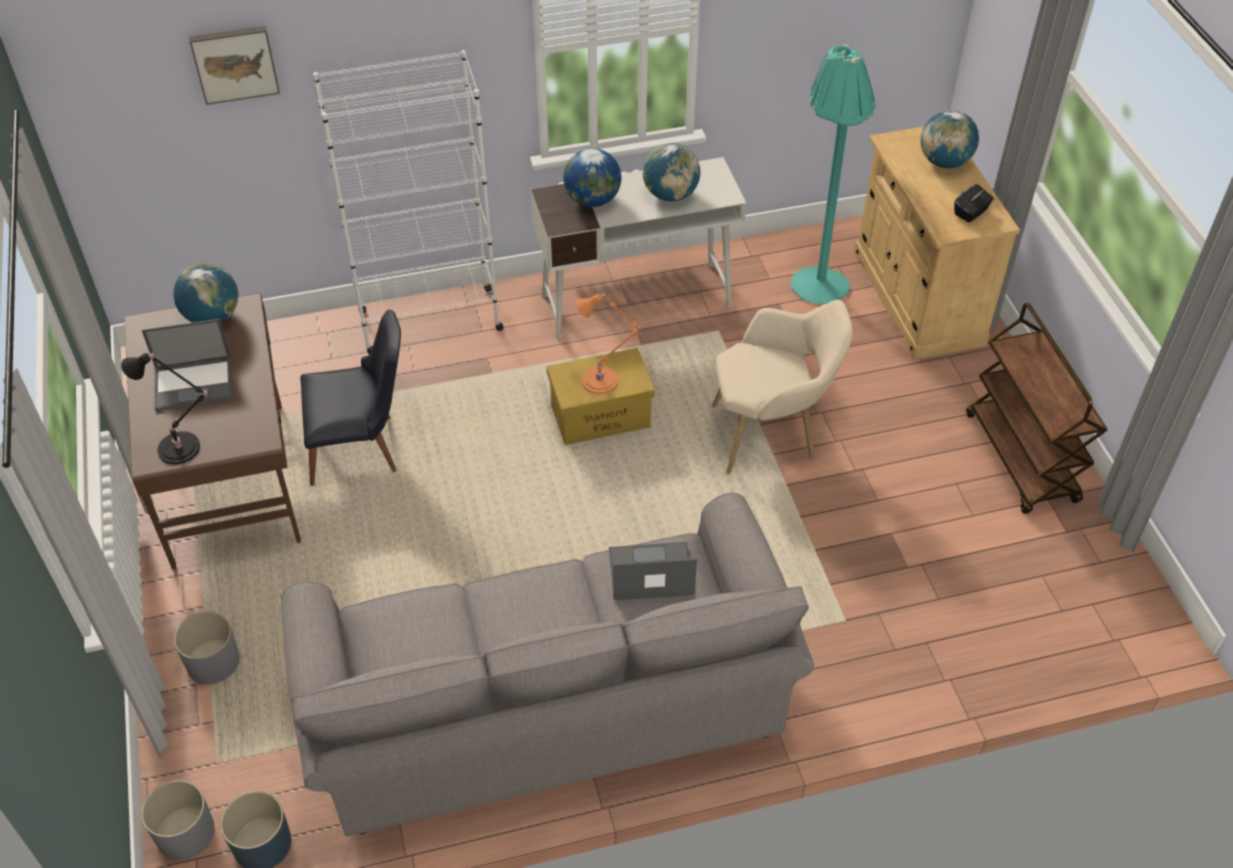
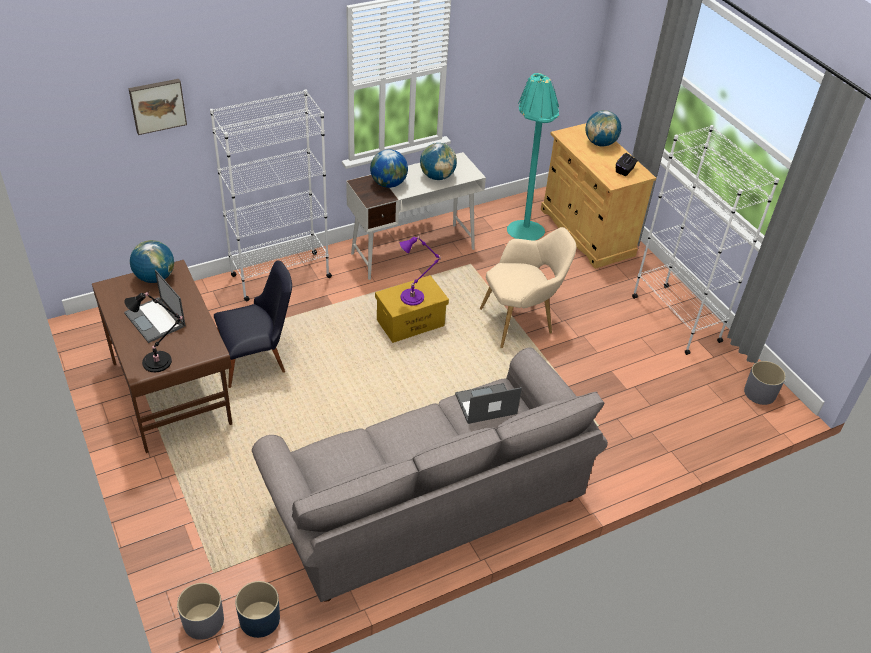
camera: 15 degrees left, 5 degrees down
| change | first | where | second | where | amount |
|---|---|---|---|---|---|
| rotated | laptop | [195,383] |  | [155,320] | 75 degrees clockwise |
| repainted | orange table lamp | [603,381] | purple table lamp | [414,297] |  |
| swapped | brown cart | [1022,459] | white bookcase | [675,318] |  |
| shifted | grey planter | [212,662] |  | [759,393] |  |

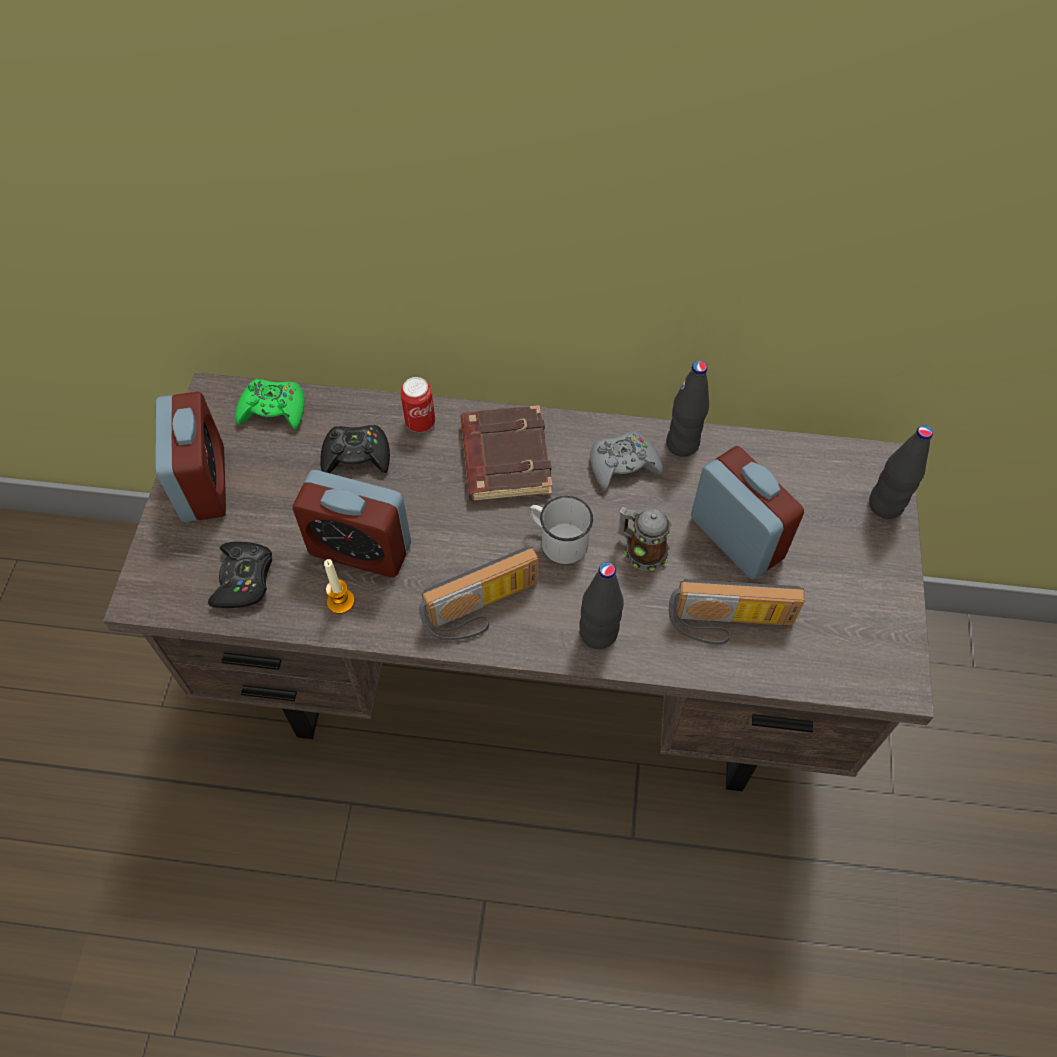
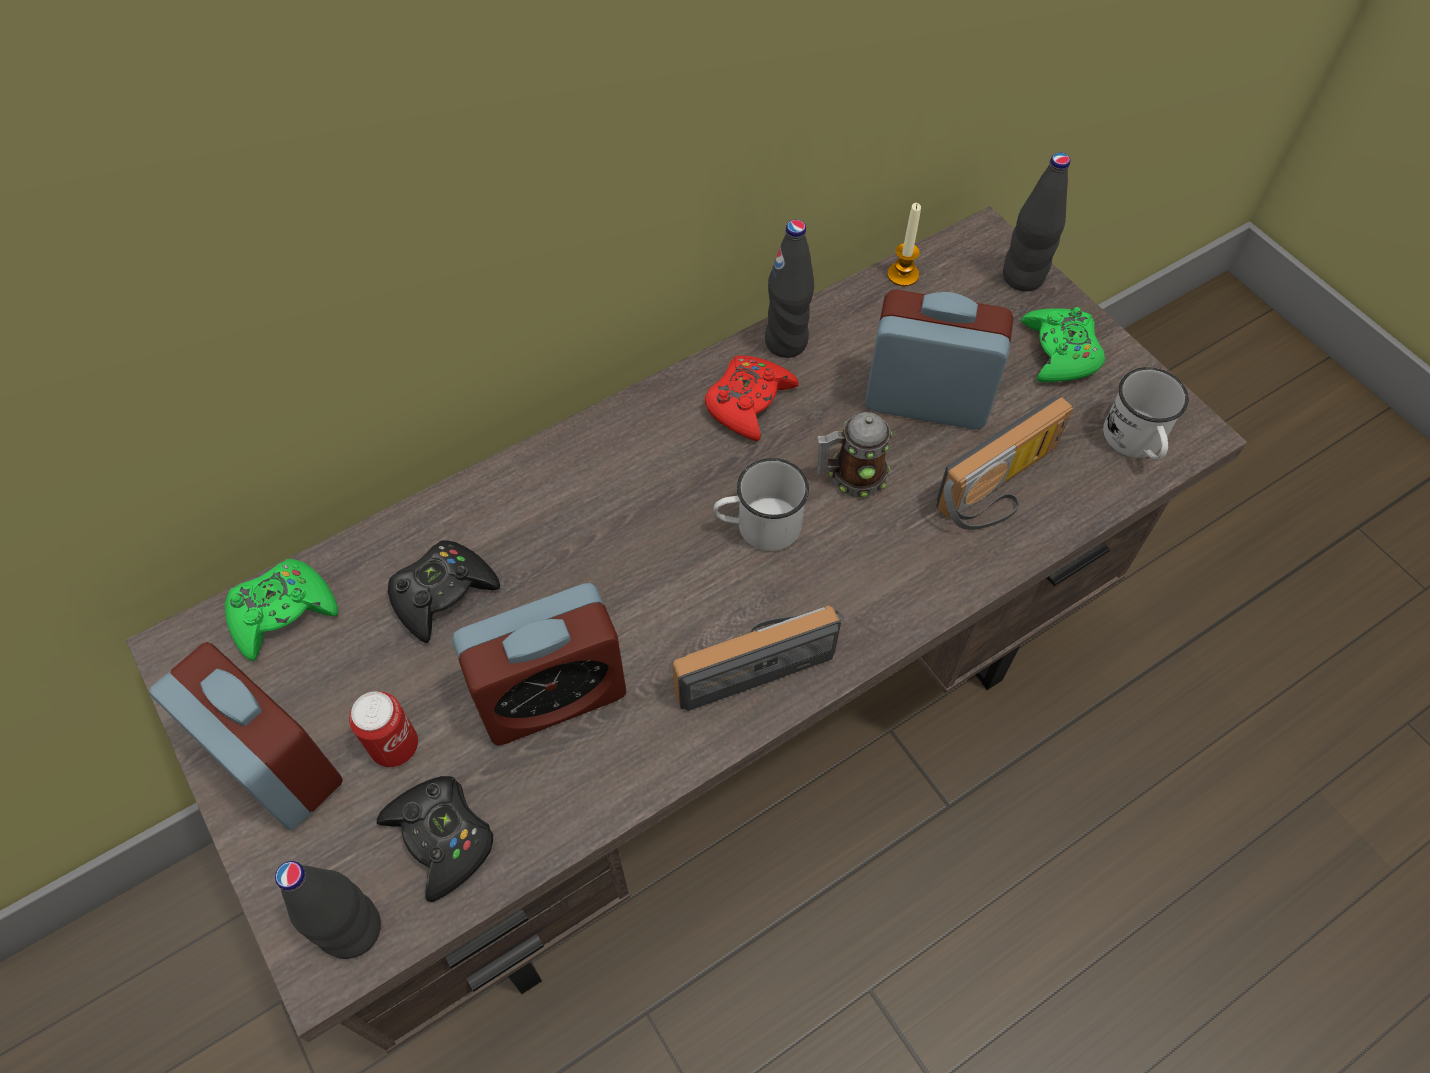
camera: 40 degrees left, 0 degrees up
| change | first | where | second | where | amount |
|---|---|---|---|---|---|
| shifted | black bottle | [598,633] |  | [353,930] |  |
| shifted | can | [420,423] |  | [395,746] |  |
| rotated | radio | [483,611] |  | [754,658] | 135 degrees counterclockwise |
| repainted | grey game controller | [623,465] | red game controller | [748,402] |  |
| shifted | candle | [340,601] |  | [903,275] |  |
| new |  |  | green game controller | [1060,352] |  |
| new |  |  | white mug | [1136,443] |  |
| gone | brown book | [503,458] |  |  |  |

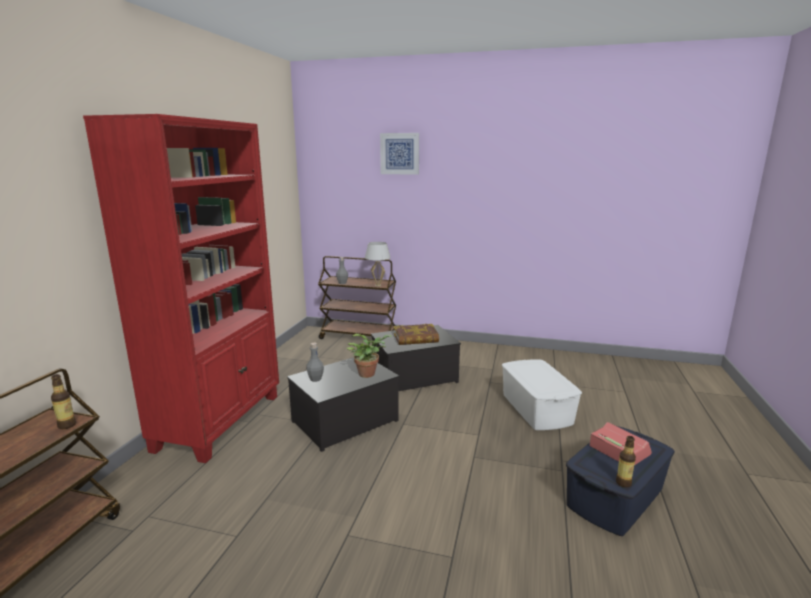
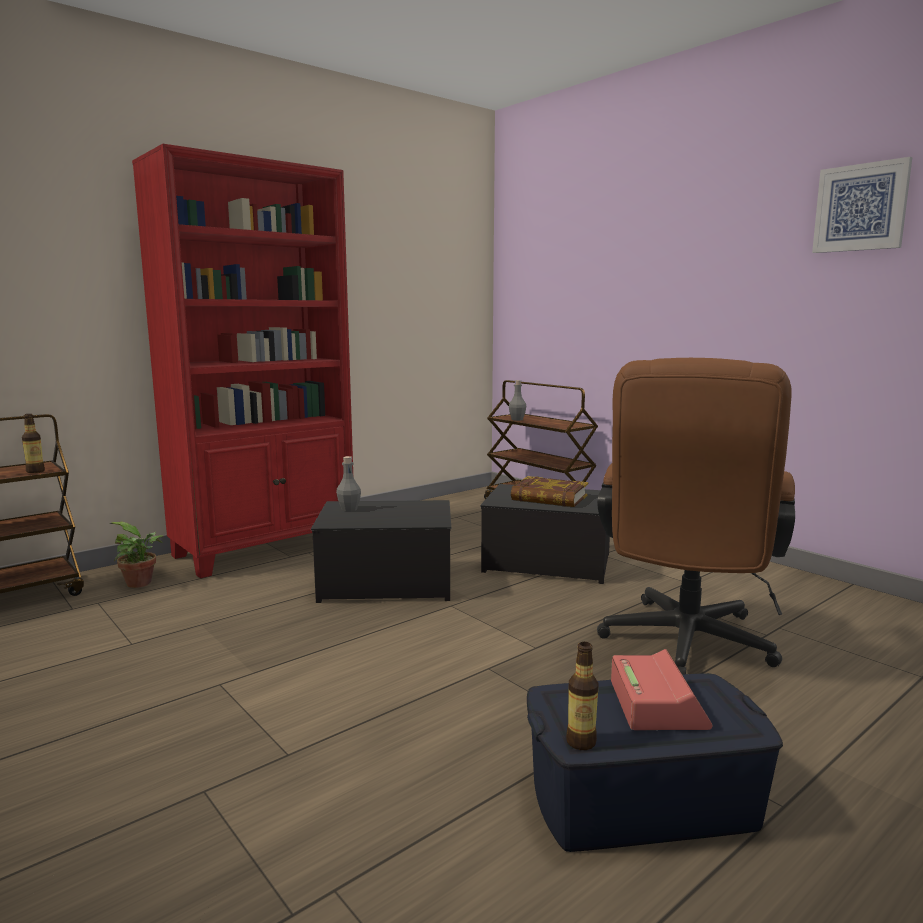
camera: 35 degrees right, 5 degrees down
| change | first | where | second | where | amount |
|---|---|---|---|---|---|
| shifted | potted plant | [369,373] |  | [142,583] |  |
| swapped | white storage box | [536,409] | brown office chair | [684,647] |  |
| shifted | picture | [400,153] |  | [860,207] |  |
| gone | white table lamp | [378,285] |  |  |  |

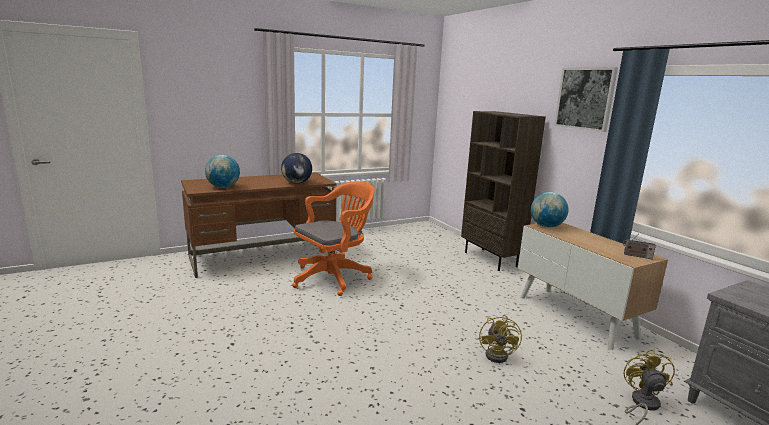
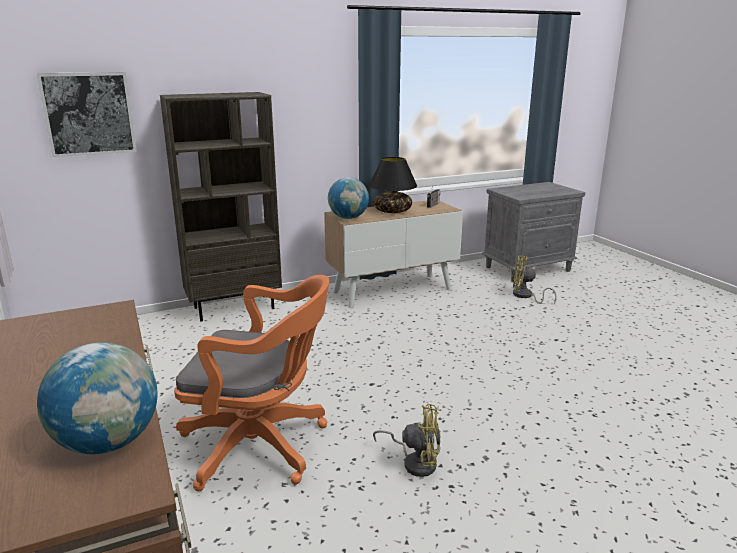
camera: 85 degrees left, 5 degrees up
| change | first | where | second | where | amount |
|---|---|---|---|---|---|
| shifted | picture | [585,98] |  | [89,114] |  |
| rotated | orange office chair | [334,277] |  | [261,446] | 135 degrees clockwise |
| new |  |  | black table lamp | [392,211] |  |
| shifted | yellow fan | [500,355] |  | [415,462] |  |
| gone | globe | [297,183] |  |  |  |

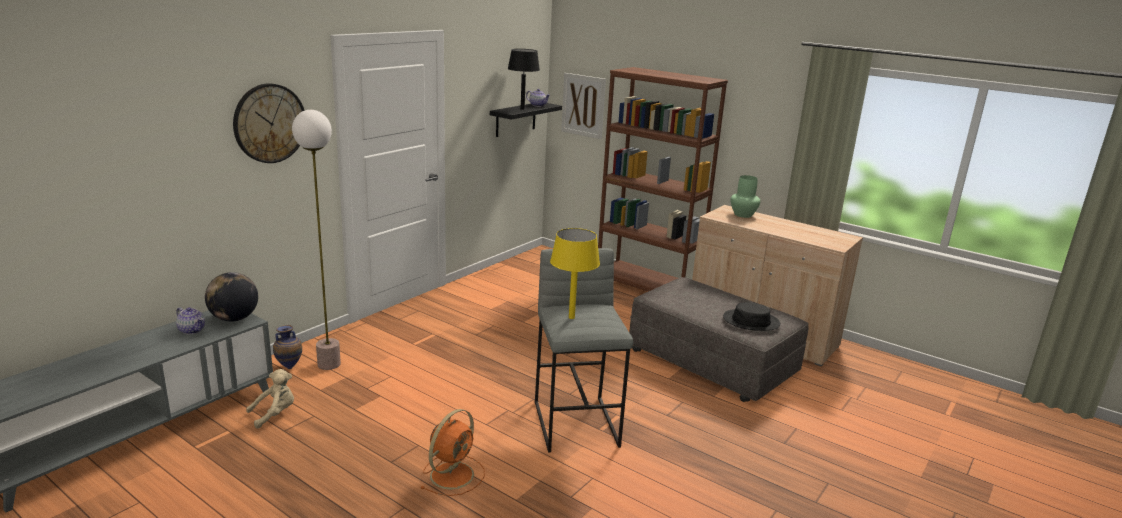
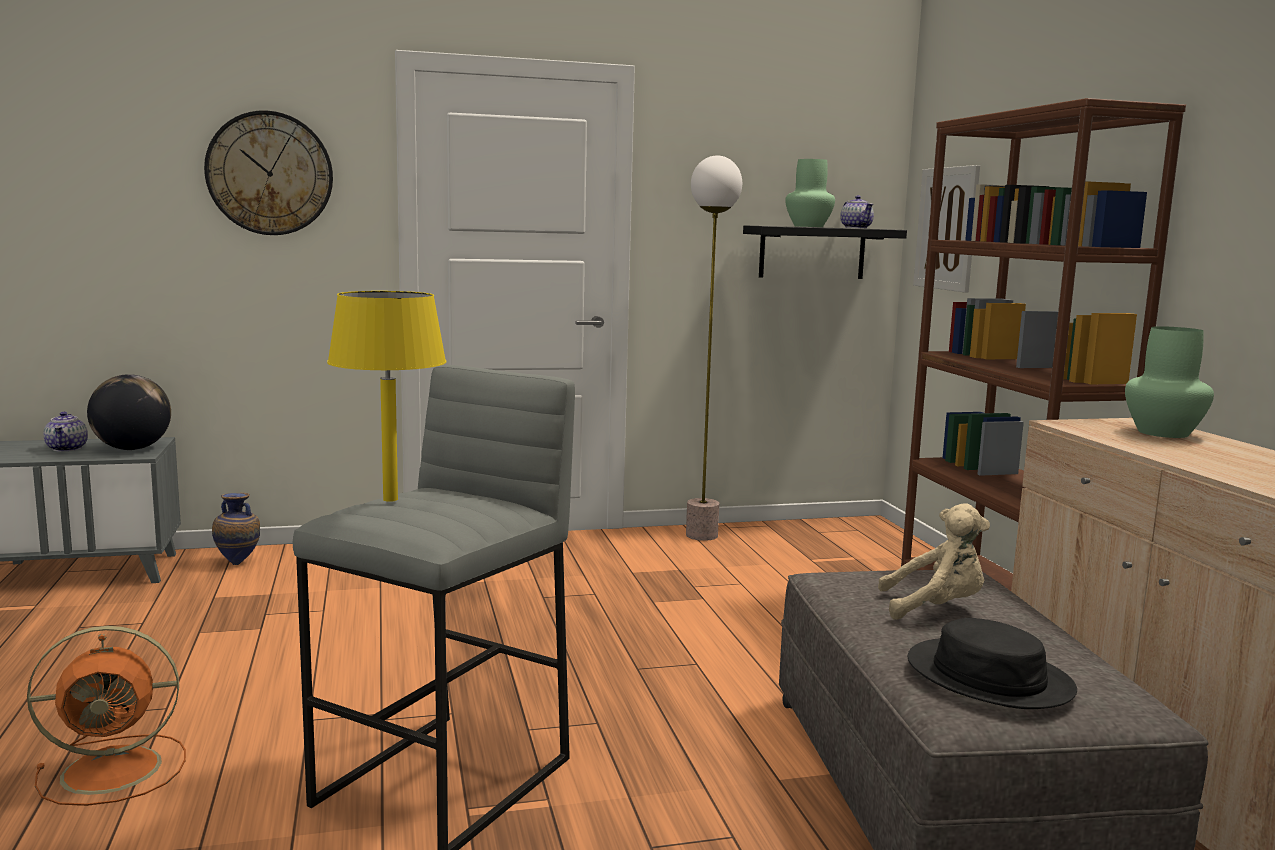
camera: 40 degrees right, 10 degrees down
| change | first | where | second | where | amount |
|---|---|---|---|---|---|
| shifted | floor lamp | [329,364] |  | [702,535] |  |
| swapped | black table lamp | [522,109] | green vase | [809,226] |  |
| shifted | beige plush toy | [275,414] |  | [935,608] |  |

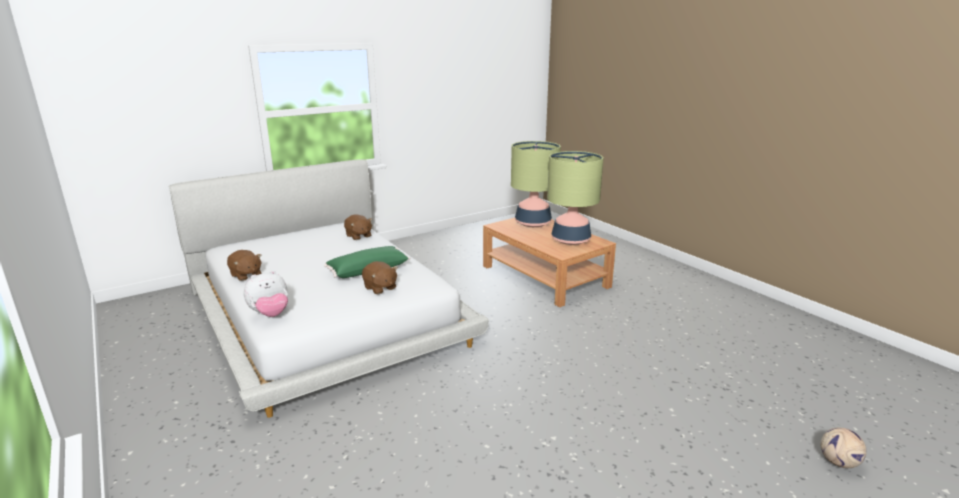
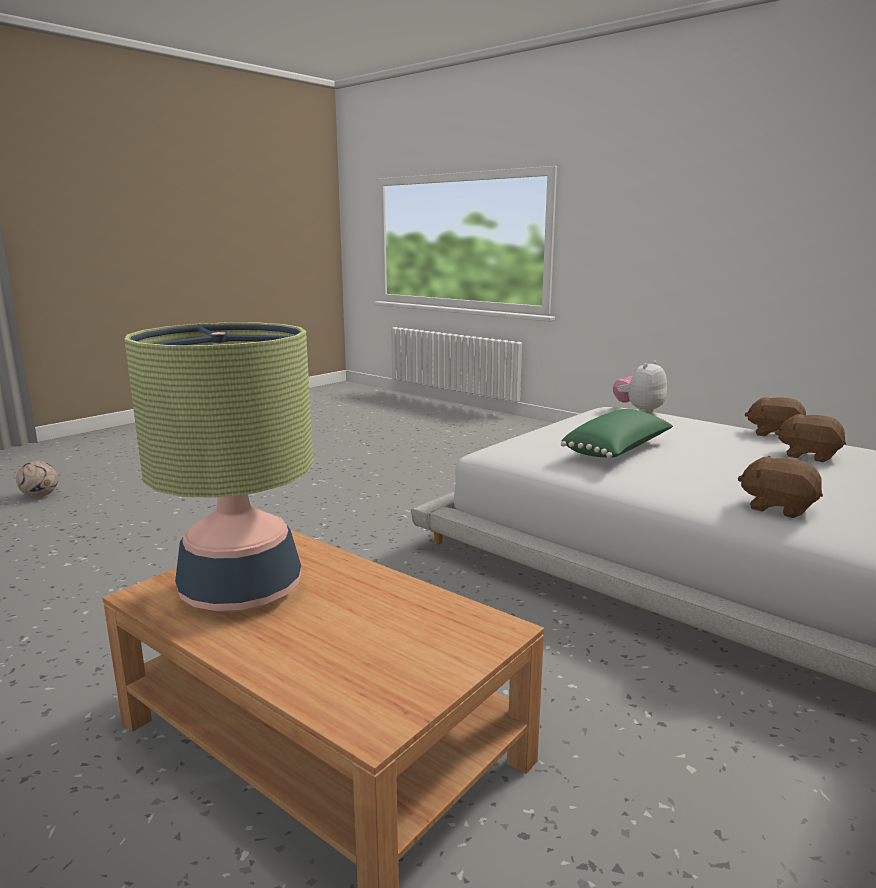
camera: 165 degrees right, 5 degrees down
| change | first | where | second | where | amount |
|---|---|---|---|---|---|
| shifted | brown plush toy | [380,288] |  | [808,455] |  |
| gone | table lamp | [533,223] |  |  |  |

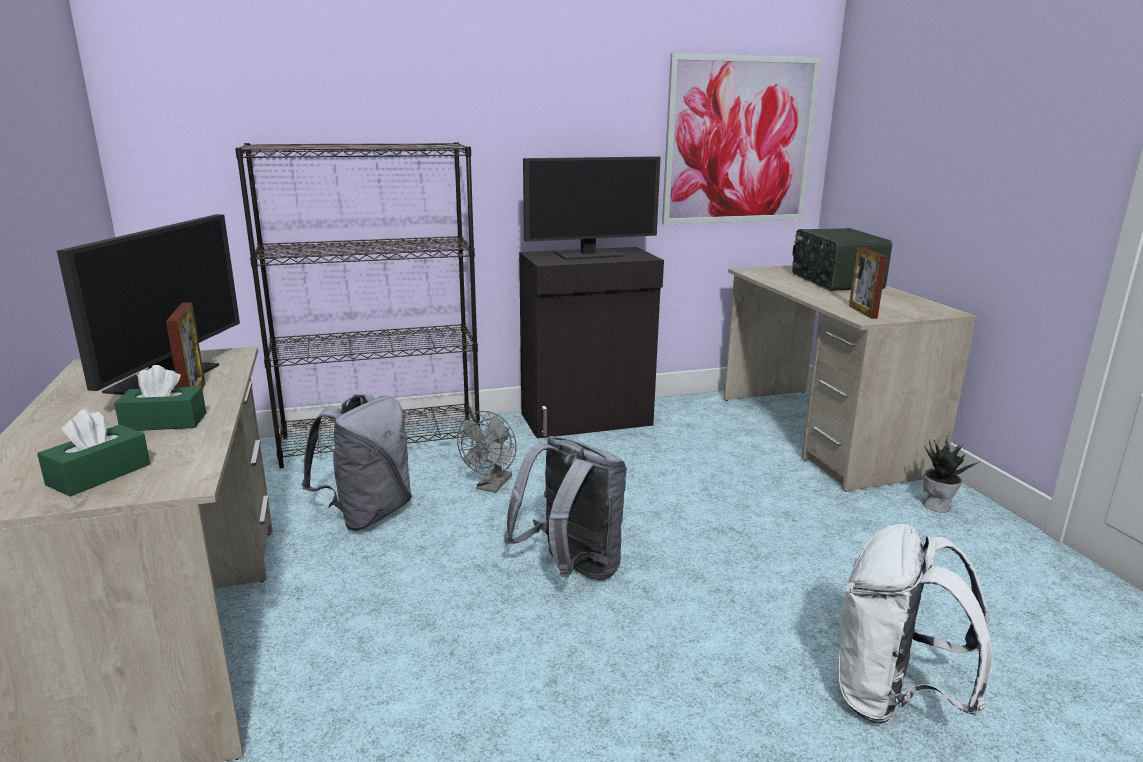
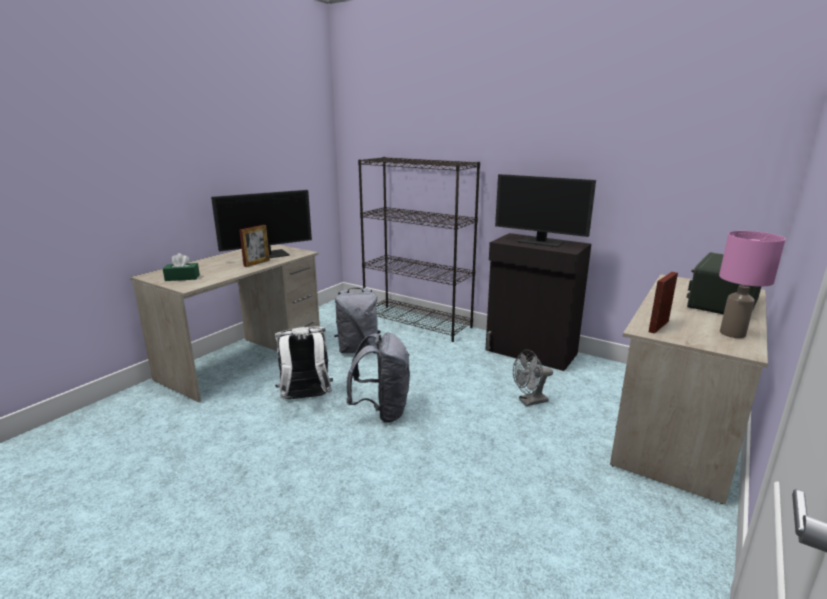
camera: 50 degrees right, 0 degrees up
| change | first | where | second | where | amount |
|---|---|---|---|---|---|
| shifted | white backpack | [893,698] |  | [305,399] |  |
| shifted | grey fan | [492,486] |  | [529,401] |  |
| new |  |  | pink table lamp | [731,333] |  |
| gone | green tissue box | [164,422] |  |  |  |
| gone | picture | [739,141] |  |  |  |
| gone | potted plant | [937,505] |  |  |  |

